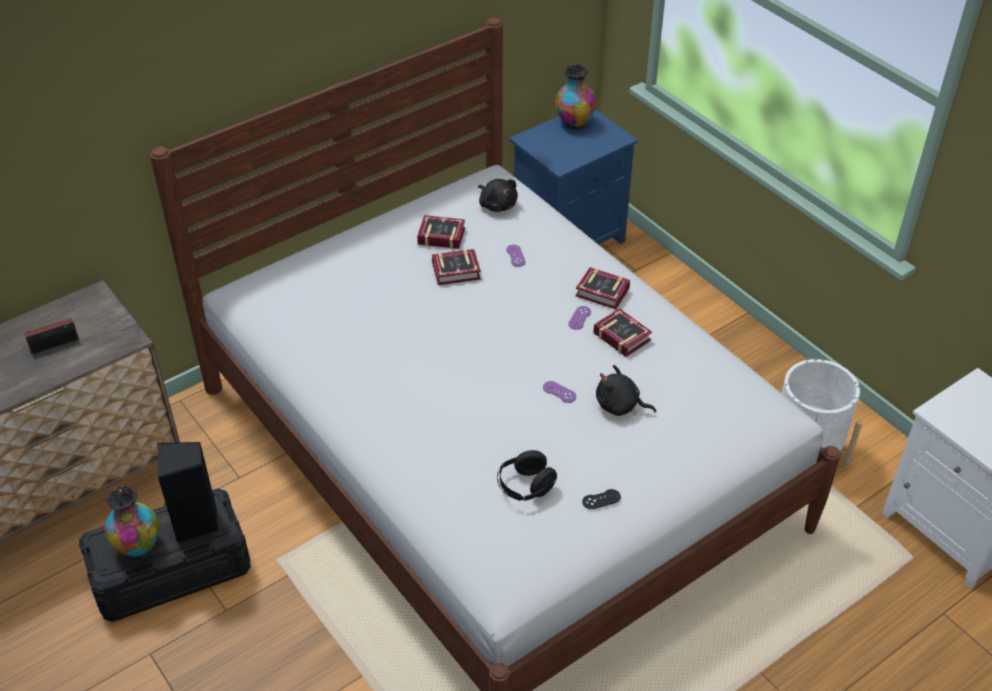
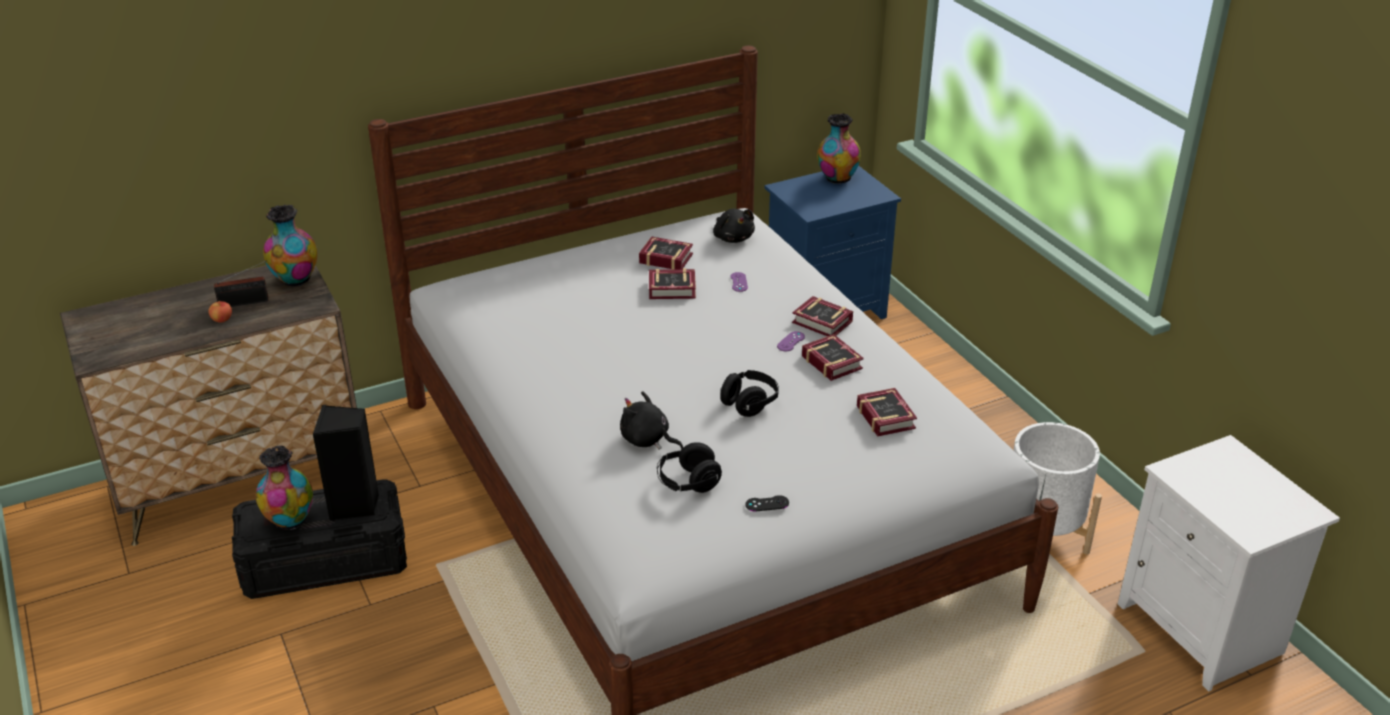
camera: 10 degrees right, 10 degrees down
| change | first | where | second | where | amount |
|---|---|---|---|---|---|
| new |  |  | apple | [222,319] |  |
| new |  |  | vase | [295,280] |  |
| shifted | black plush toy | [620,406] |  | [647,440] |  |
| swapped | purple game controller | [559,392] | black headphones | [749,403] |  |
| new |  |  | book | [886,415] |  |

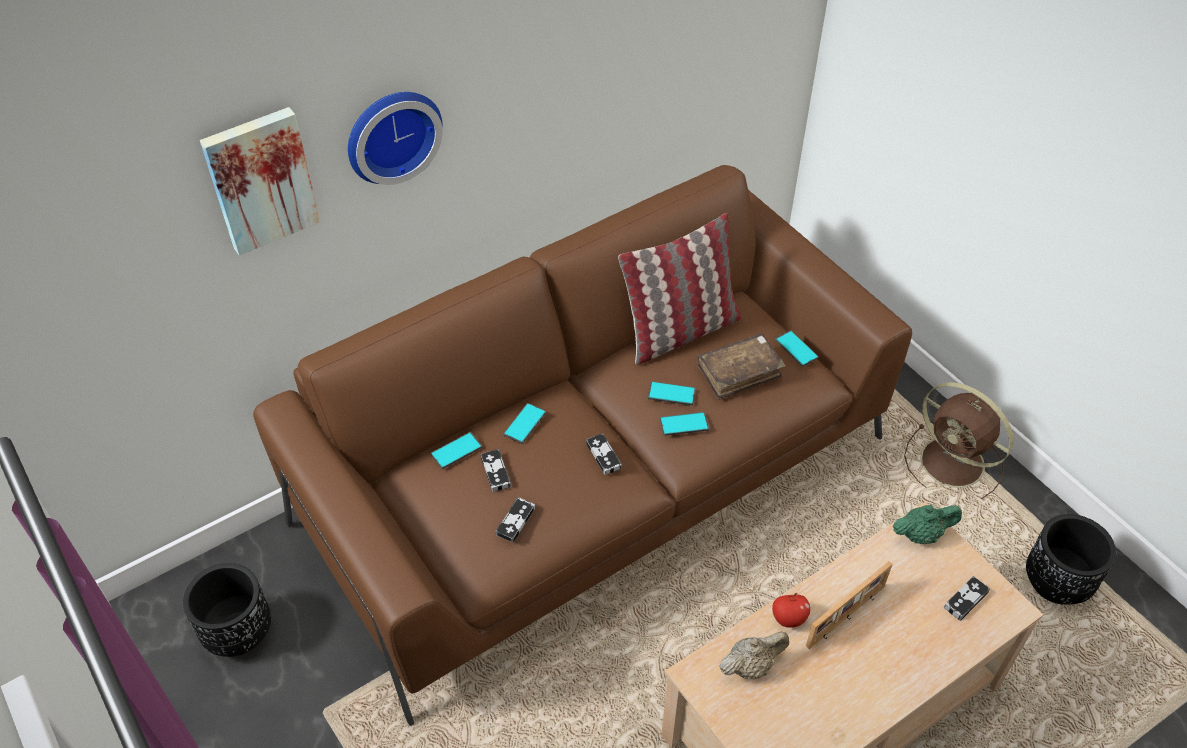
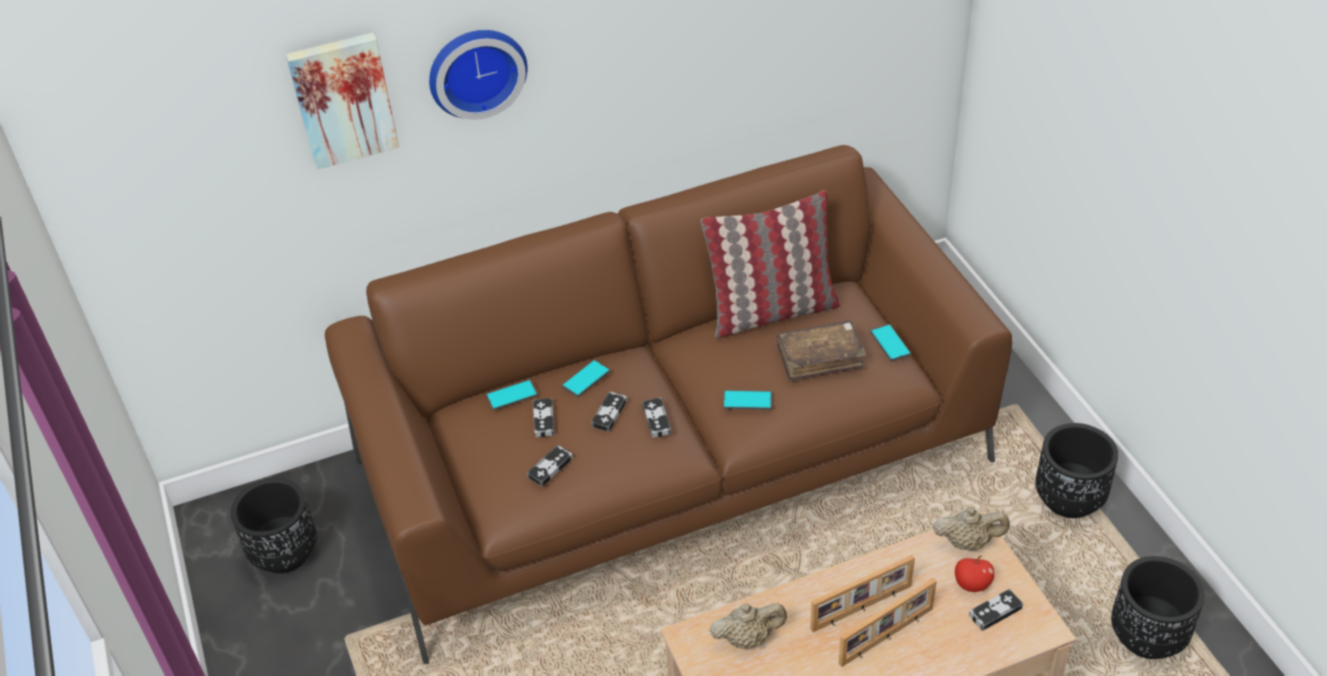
camera: 15 degrees right, 5 degrees down
| change | first | where | second | where | amount |
|---|---|---|---|---|---|
| new |  |  | game controller | [609,413] |  |
| new |  |  | picture frame | [887,637] |  |
| repainted | green teapot | [921,534] | beige teapot | [968,542] |  |
| shifted | apple | [788,618] |  | [972,584] |  |
| swapped | brown fan | [954,464] | black planter | [1069,499] |  |
| gone | phone | [671,394] |  |  |  |

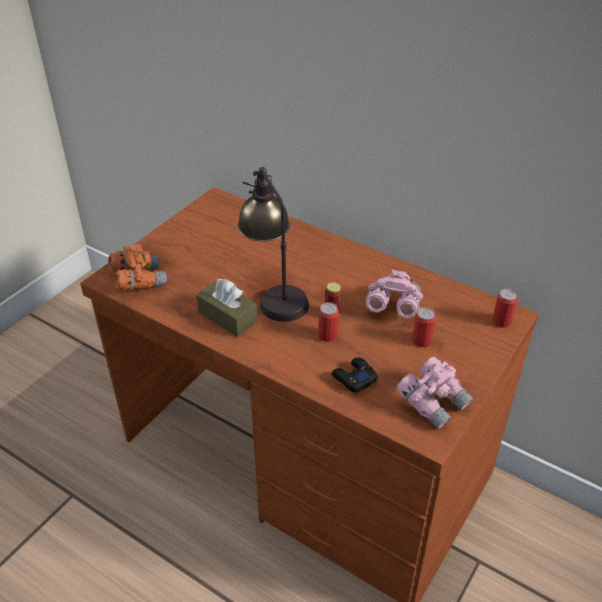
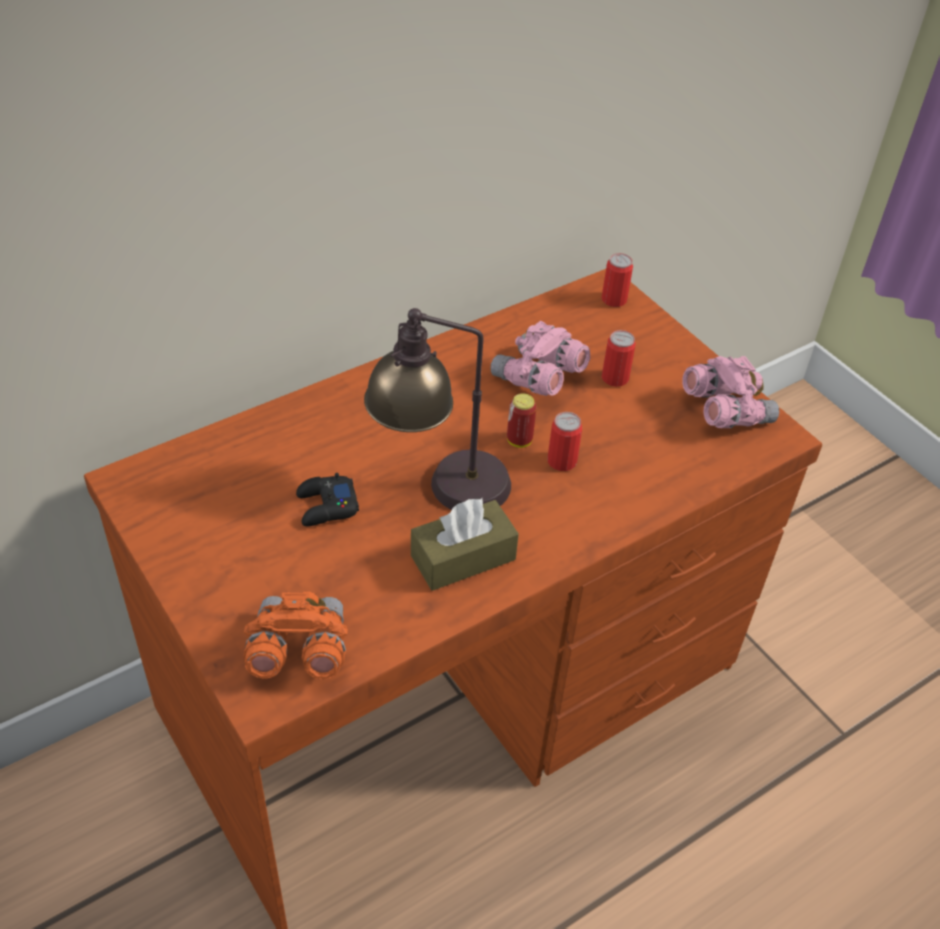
camera: 70 degrees left, 5 degrees up
| change | first | where | second | where | amount |
|---|---|---|---|---|---|
| shifted | black game controller | [354,378] |  | [326,506] |  |

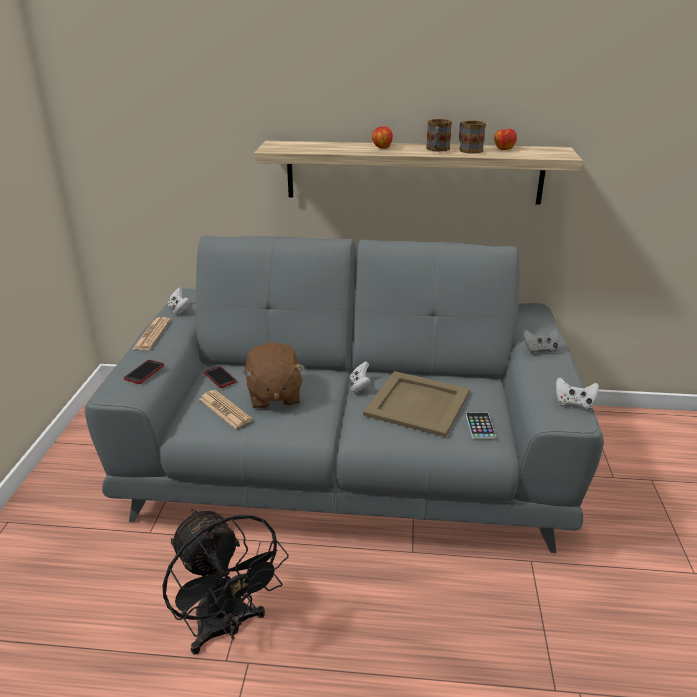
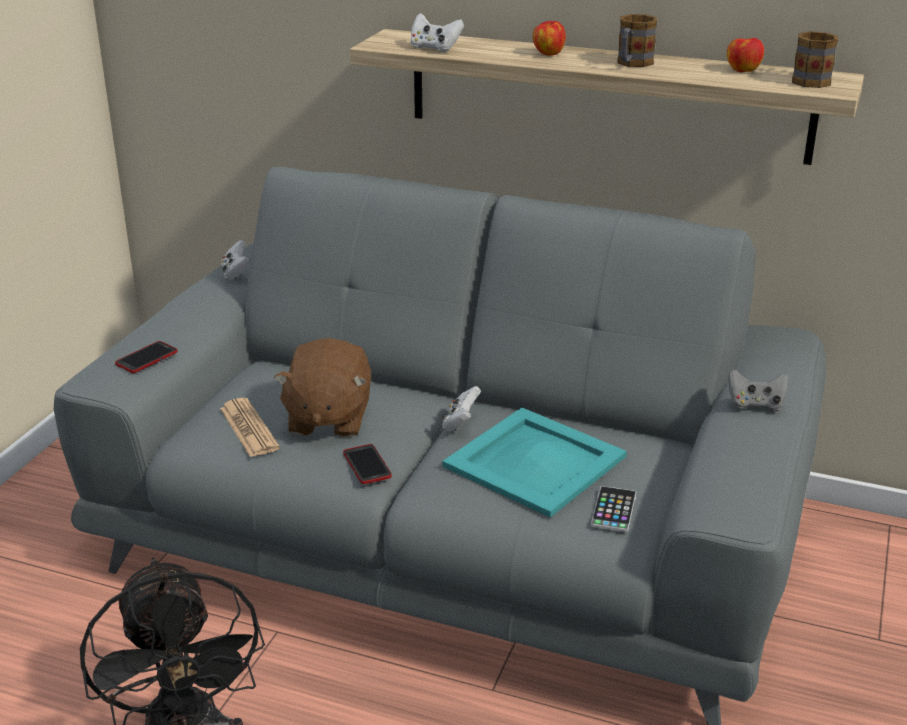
camera: 15 degrees right, 0 degrees up
| change | first | where | second | where | amount |
|---|---|---|---|---|---|
| shifted | phone | [220,377] |  | [367,465] |  |
| shifted | white game controller | [574,403] |  | [434,48] |  |
| repainted | beige tray | [416,403] | turquoise tray | [533,461] |  |
| shifted | mug | [468,149] |  | [807,79] |  |
| gone | newspaper | [152,334] |  |  |  |

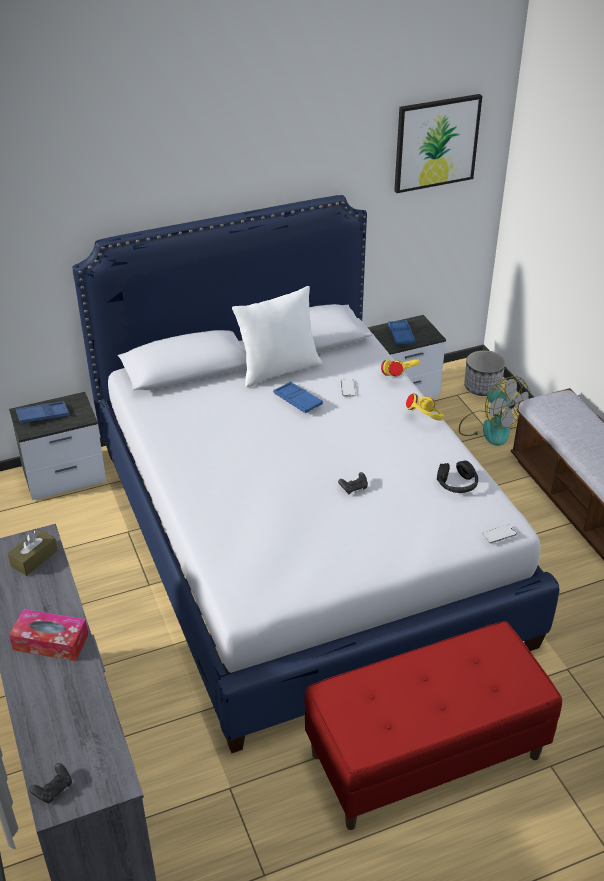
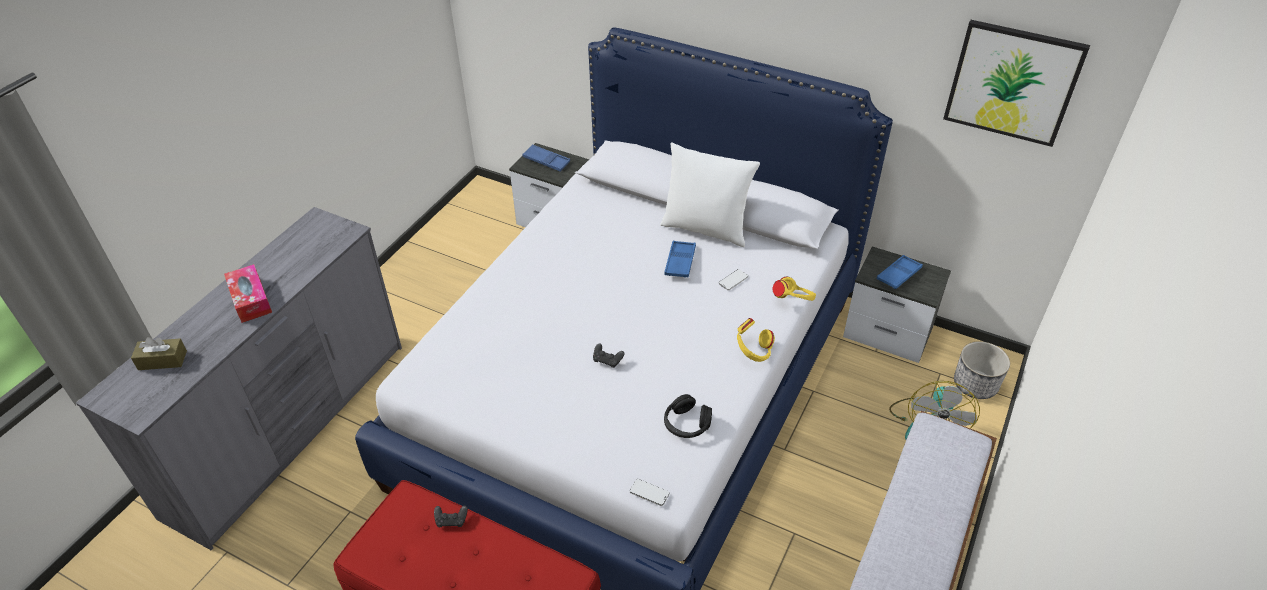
camera: 50 degrees right, 5 degrees up
| change | first | where | second | where | amount |
|---|---|---|---|---|---|
| shifted | brown tissue box | [34,558] |  | [162,360] |  |
| shifted | black game controller | [53,789] |  | [451,520] |  |

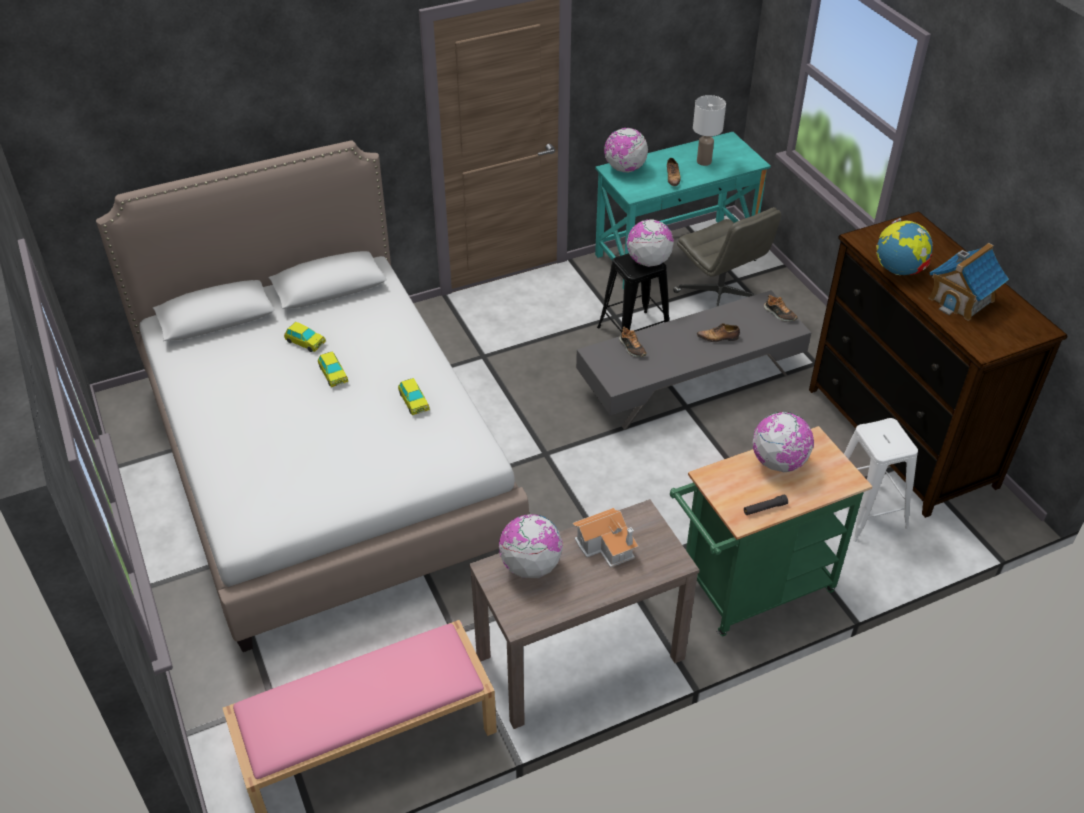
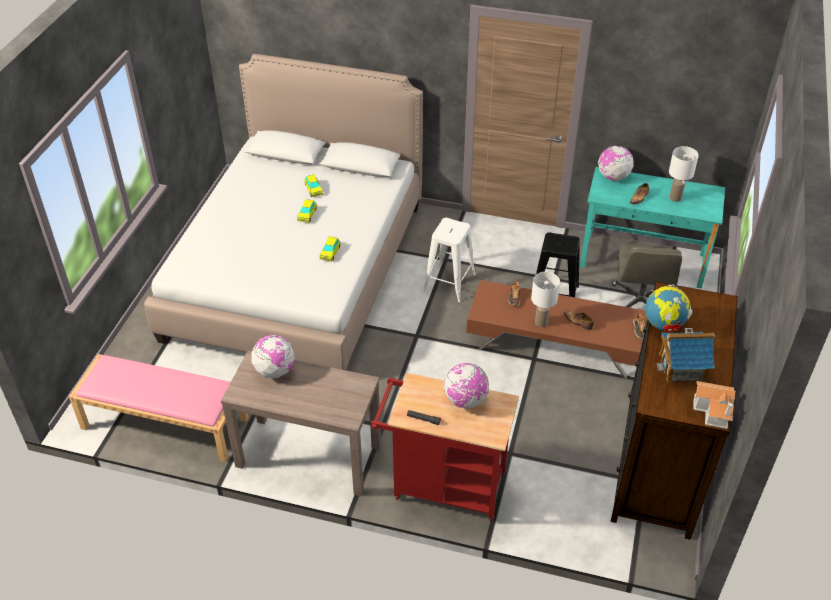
camera: 40 degrees right, 0 degrees up
| change | first | where | second | where | amount |
|---|---|---|---|---|---|
| repainted | green cart | [748,590] | red cart | [442,486] |  |
| shifted | white stool | [865,510] |  | [449,282] |  |
| repainted | grey coffee table | [690,378] | brown coffee table | [557,343] |  |
| new |  |  | white table lamp | [541,322] |  |
| shifted | toy house | [607,545] |  | [714,411] |  |
| gone | globe | [648,261] |  |  |  |

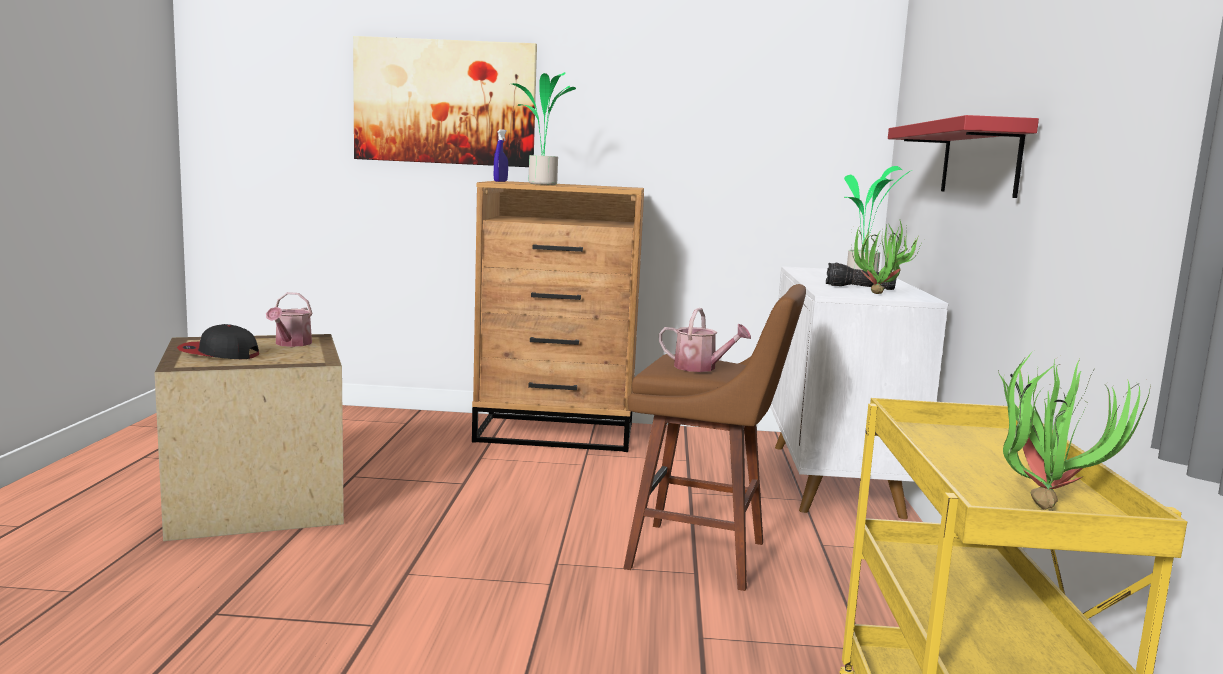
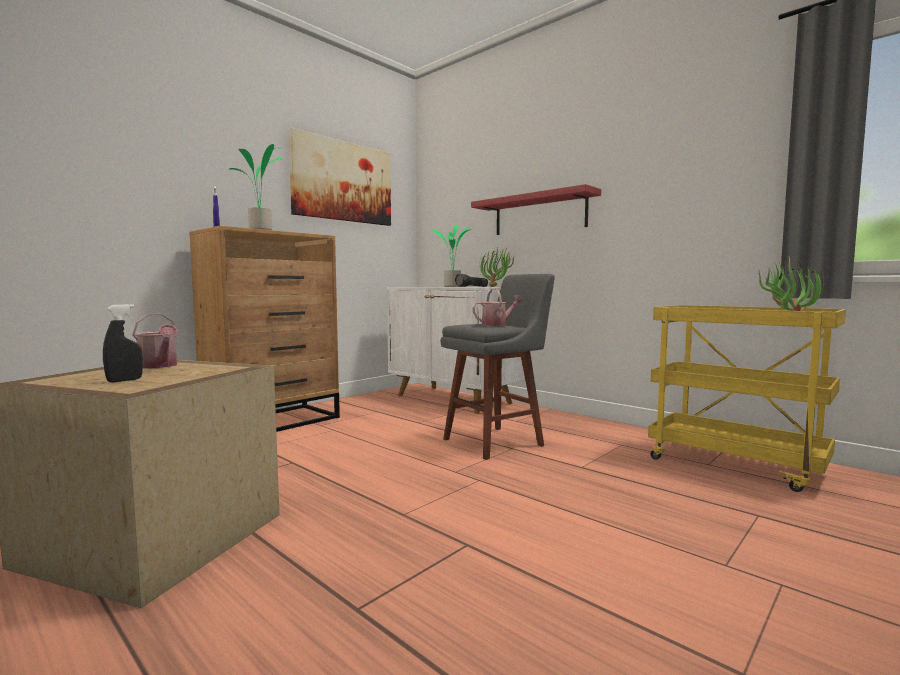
camera: 50 degrees left, 5 degrees down
| change | first | where | second | where | amount |
|---|---|---|---|---|---|
| swapped | cap | [219,354] | black spray bottle | [124,380] |  |
| shifted | picture | [445,102] |  | [343,181] |  |
| repainted | brown stool | [705,556] | grey stool | [497,441] |  |

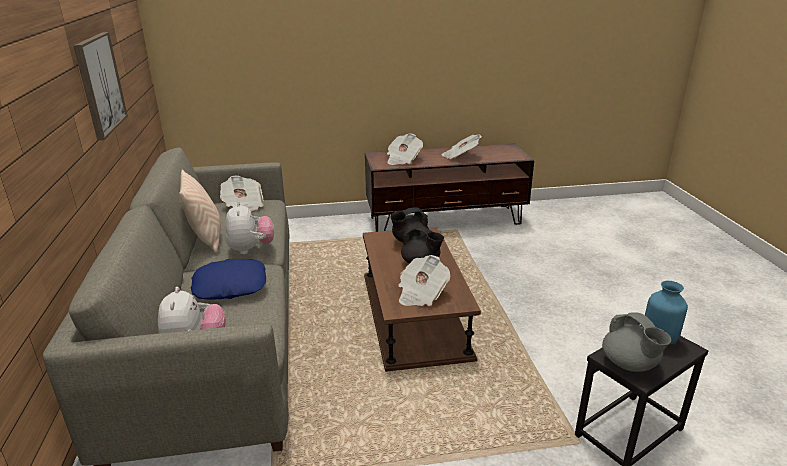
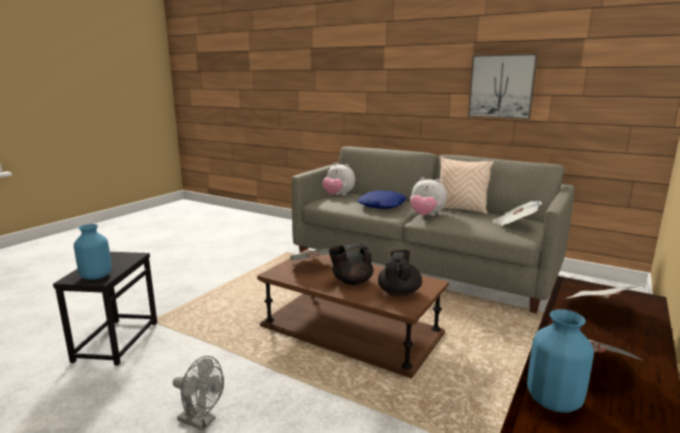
camera: 130 degrees right, 10 degrees down
| change | first | where | second | where | amount |
|---|---|---|---|---|---|
| new |  |  | grey fan | [201,421] |  |
| new |  |  | blue vase | [555,401] |  |
| gone | grey teapot | [629,364] |  |  |  |

